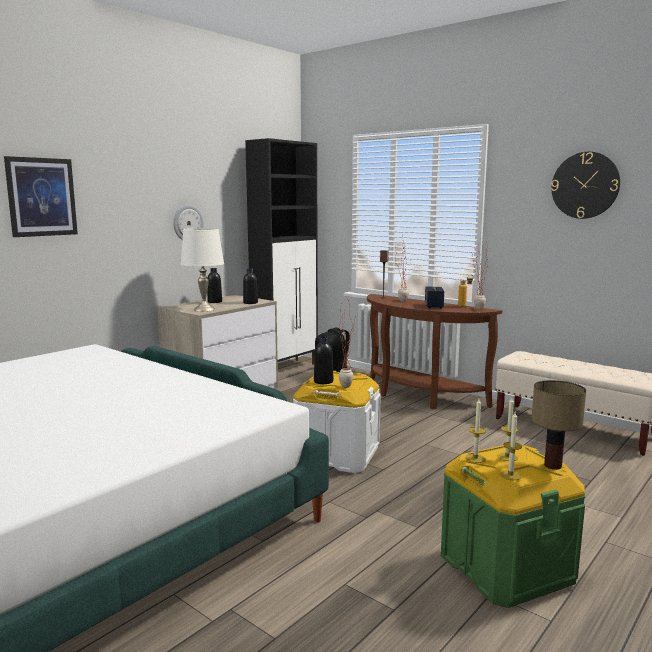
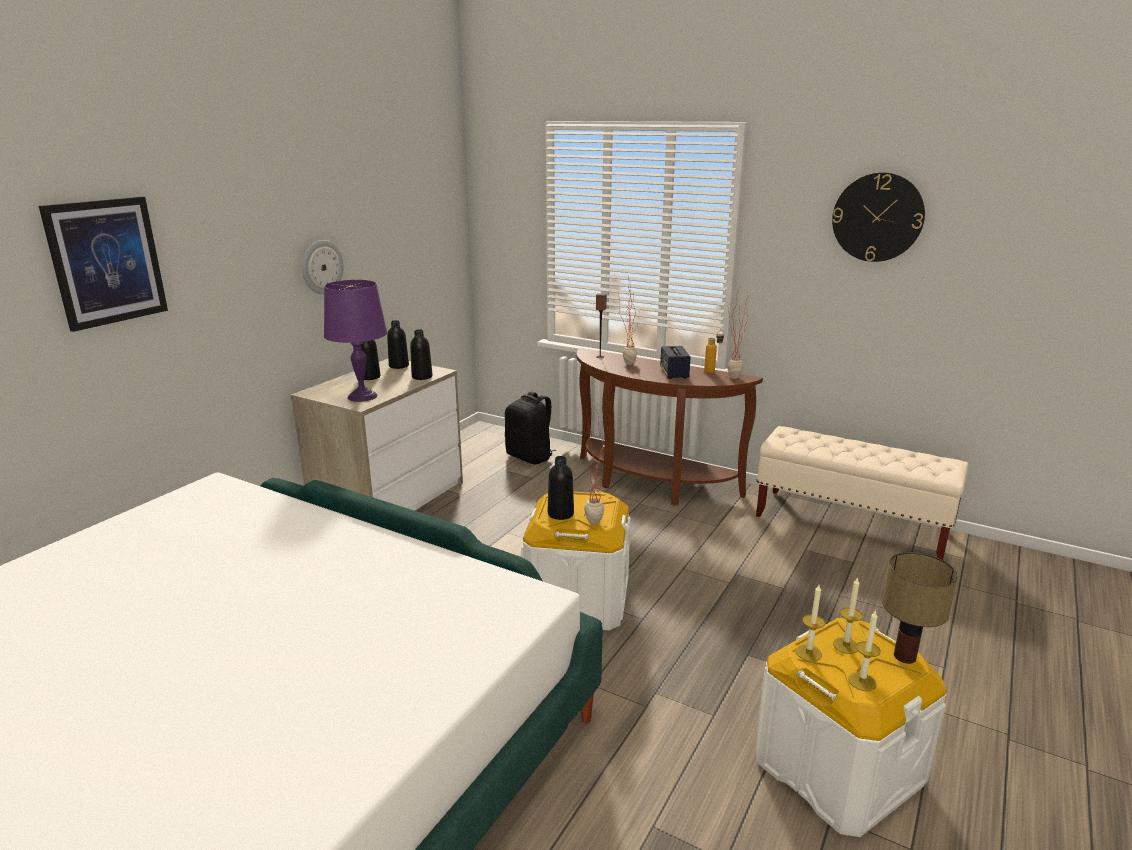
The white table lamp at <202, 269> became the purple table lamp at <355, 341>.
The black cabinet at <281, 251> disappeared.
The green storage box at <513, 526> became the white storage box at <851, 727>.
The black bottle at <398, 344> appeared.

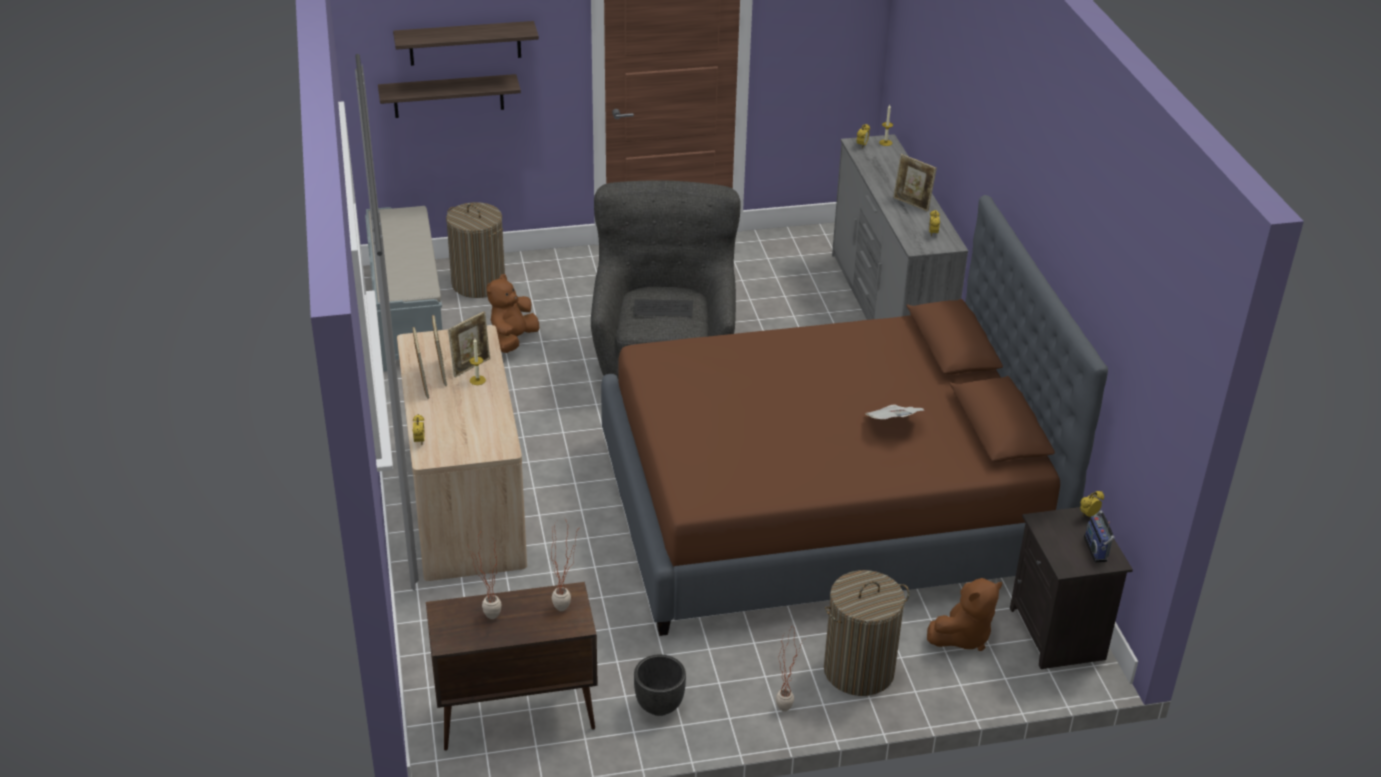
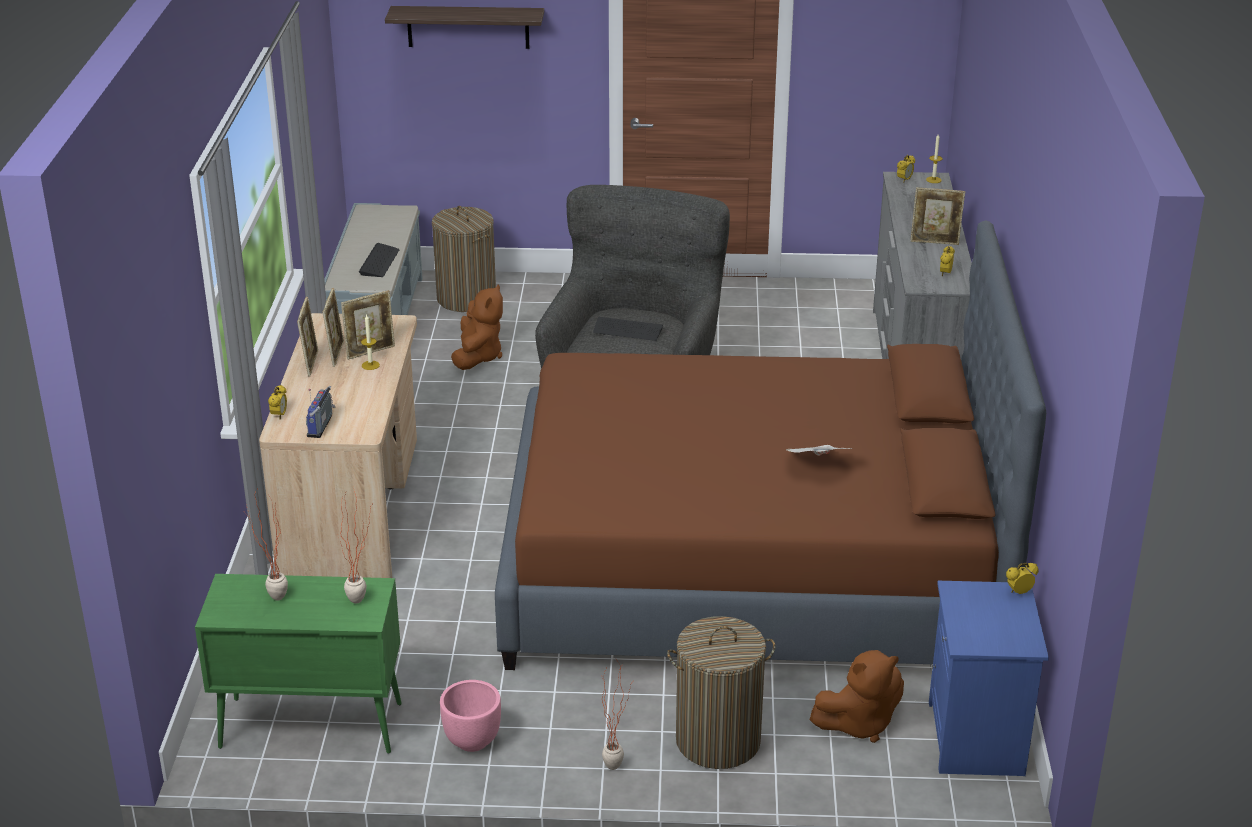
The shelf at <449, 96> disappeared.
The brown cabinet at <512, 666> became the green cabinet at <298, 664>.
The brown plush toy at <512, 313> turned 150 degrees clockwise.
The black planter at <660, 685> became the pink planter at <470, 716>.
The picture frame at <915, 183> turned 45 degrees counterclockwise.
The black nightstand at <1071, 588> became the blue nightstand at <989, 678>.
The radio moved from <1099, 536> to <321, 411>.
The keyboard at <379, 260> appeared.

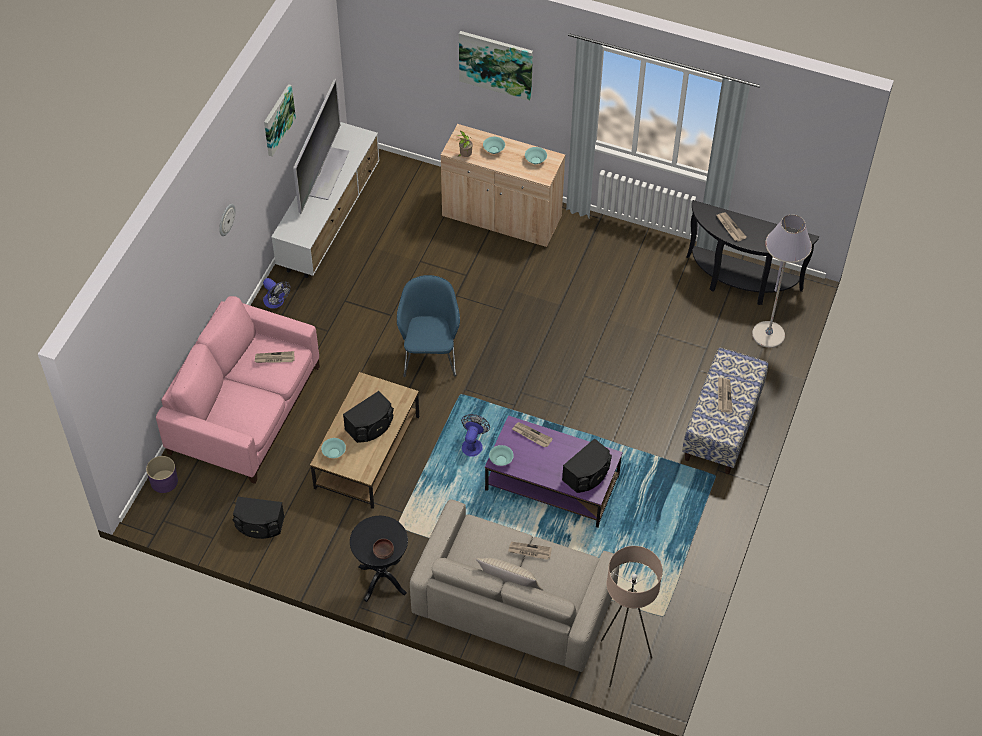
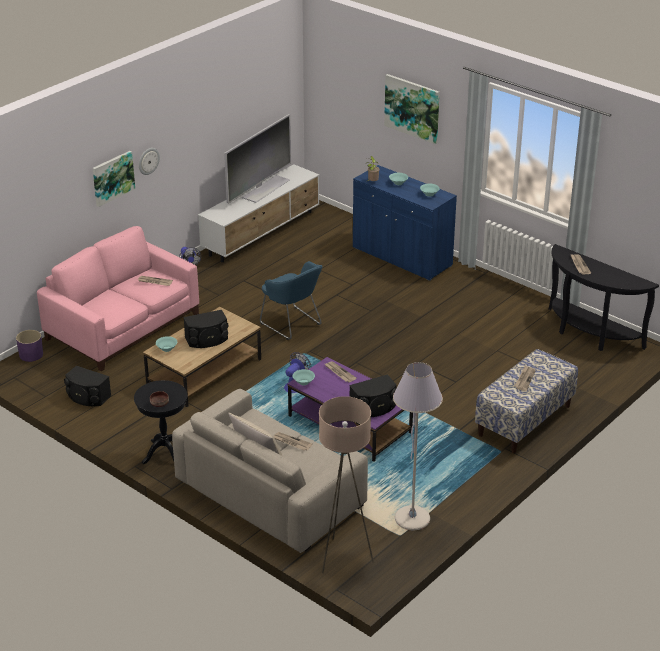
The picture moved from <280, 120> to <114, 179>.
The blue armchair at <428, 326> turned 120 degrees clockwise.
The beige cabinet at <503, 185> became the blue cabinet at <405, 223>.
The grey floor lamp moved from <782, 281> to <418, 446>.

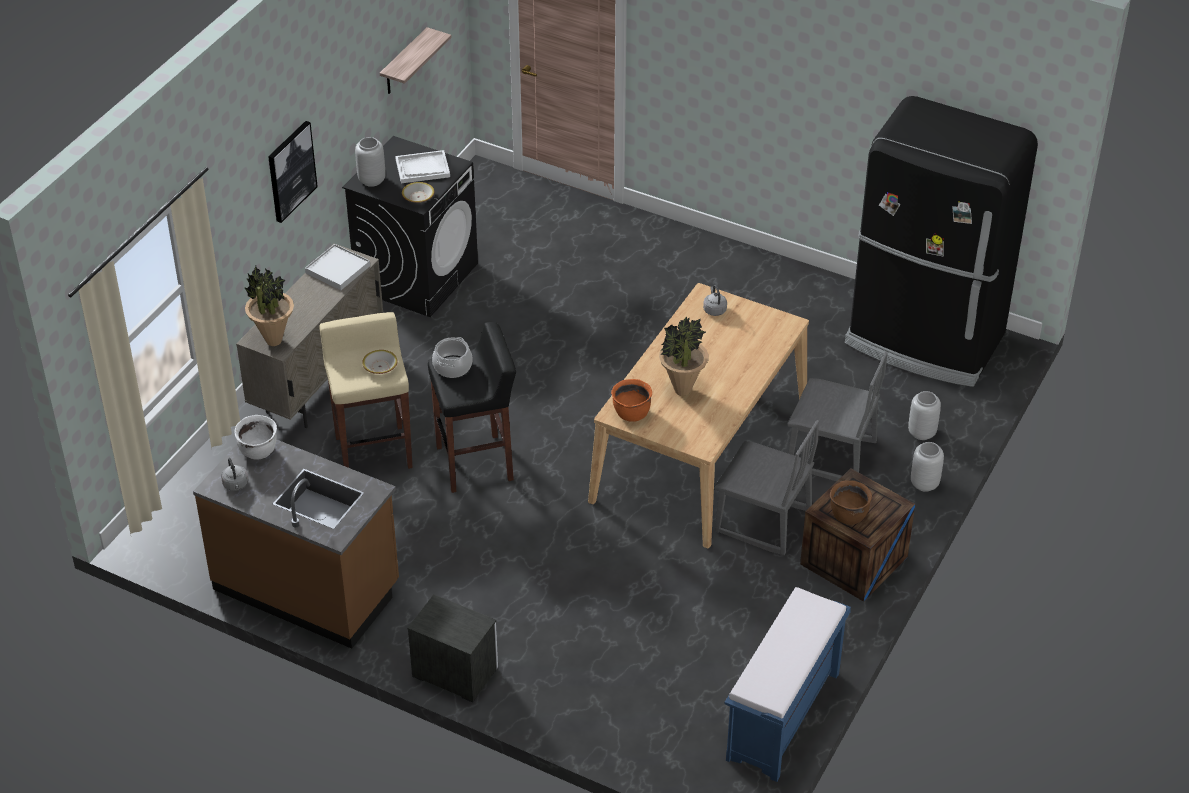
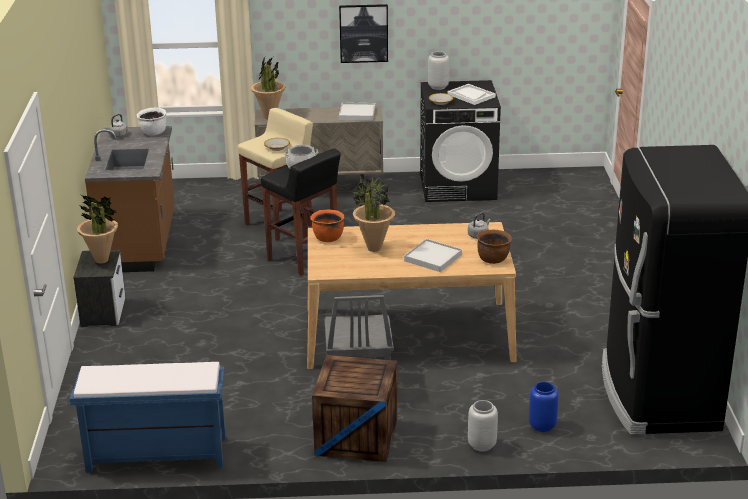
The shelf at <416, 60> disappeared.
The grey chair at <837, 416> disappeared.
The brown cooking pot moved from <851, 503> to <494, 247>.
The grey vase at <924, 415> became the blue vase at <544, 407>.
The potted plant at <97, 229> appeared.
The white tray at <433, 255> appeared.

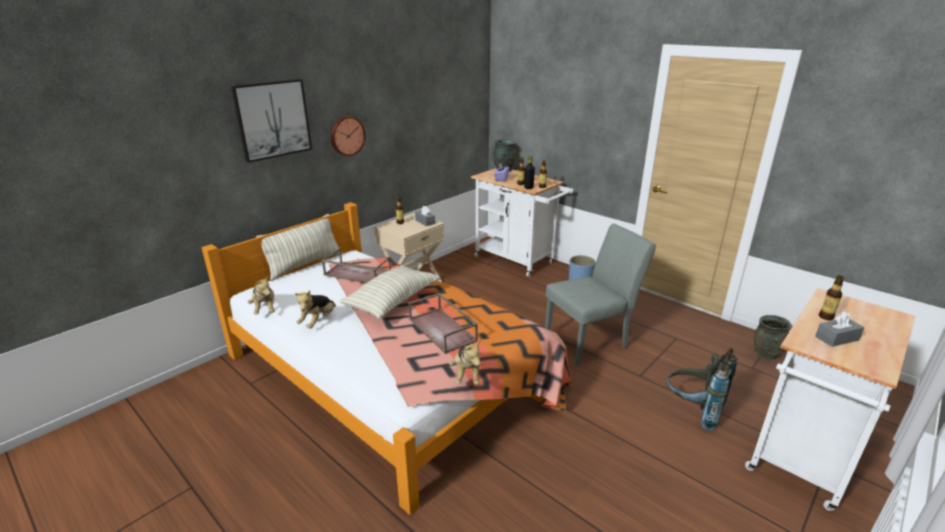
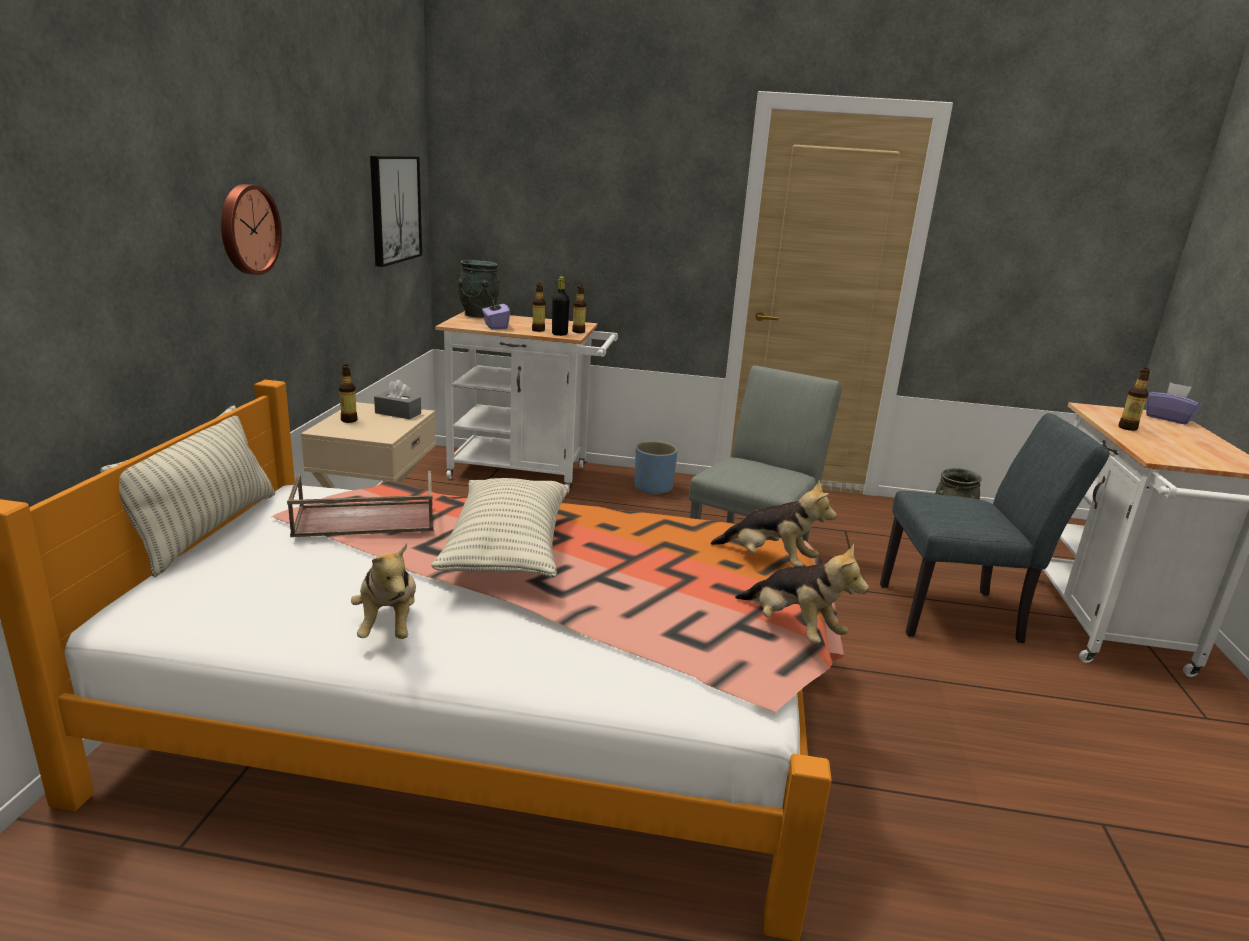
The picture moved from <271, 121> to <396, 211>.
The plush toy moved from <261, 295> to <773, 523>.
The brown tray at <443, 323> disappeared.
The grey backpack at <701, 389> was replaced by the grey chair at <995, 528>.
The grey tissue box at <839, 329> disappeared.
The purple tissue box at <1174, 403> appeared.

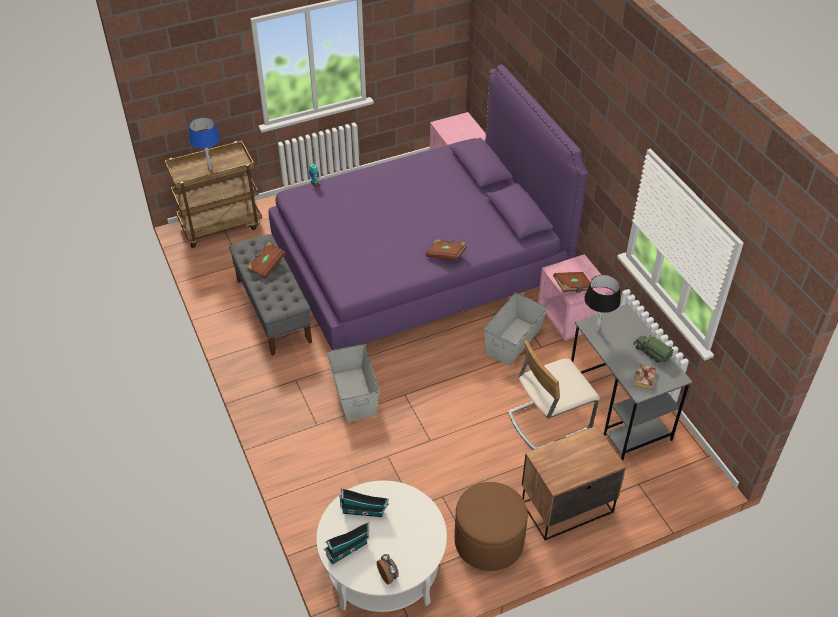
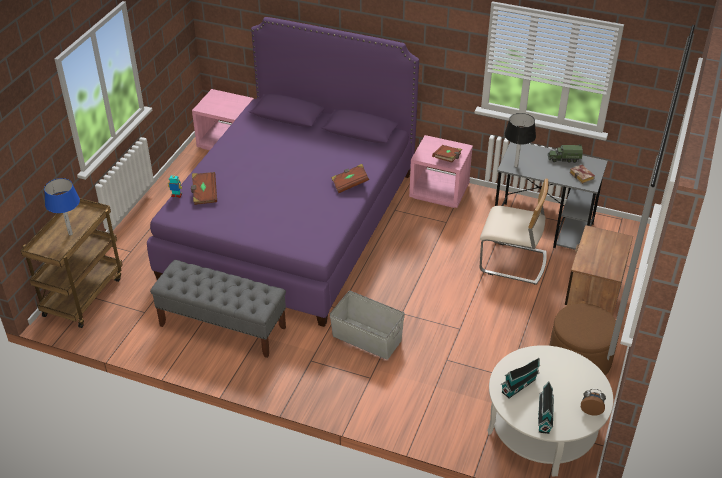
The brown book moved from <266, 260> to <204, 188>.
The grey storage box at <515, 329> disappeared.
The beige chair at <554, 395> turned 90 degrees counterclockwise.

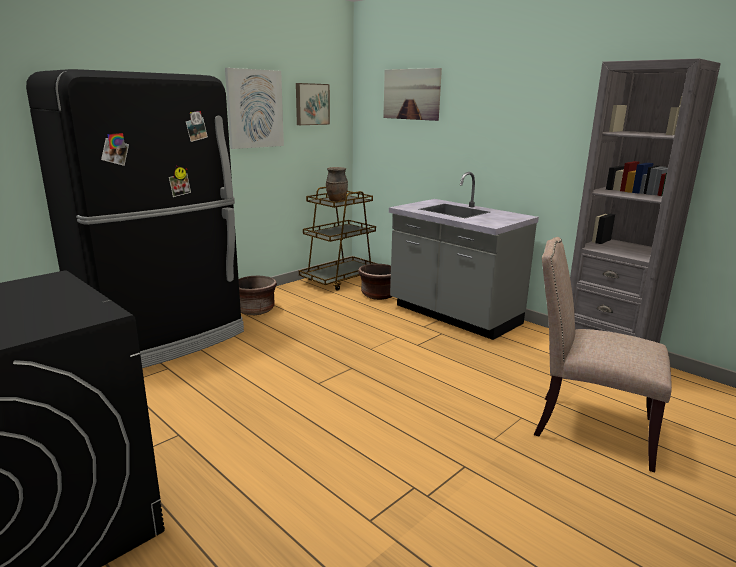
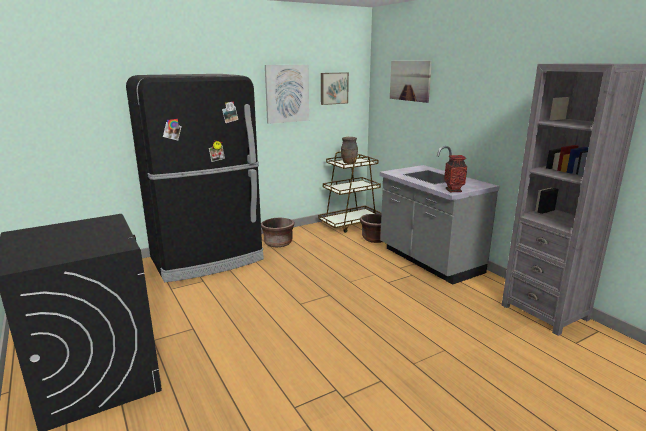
The beige chair at <603, 354> disappeared.
The vase at <455, 173> appeared.

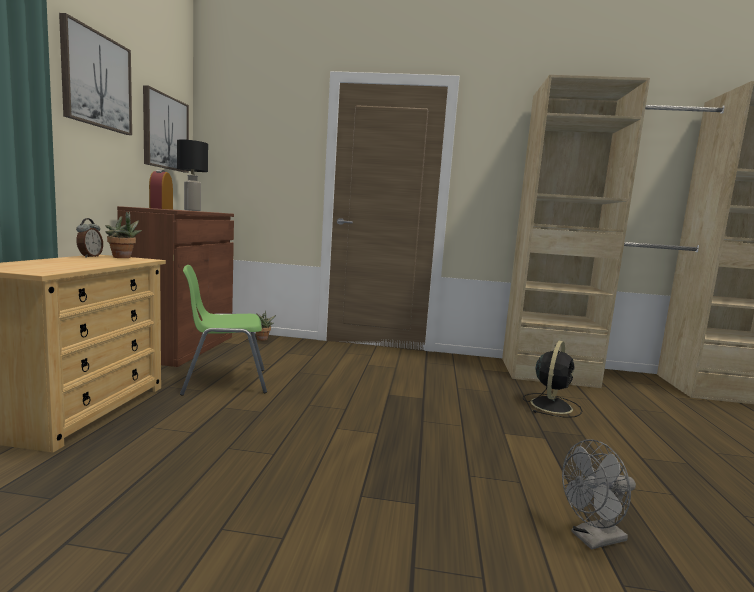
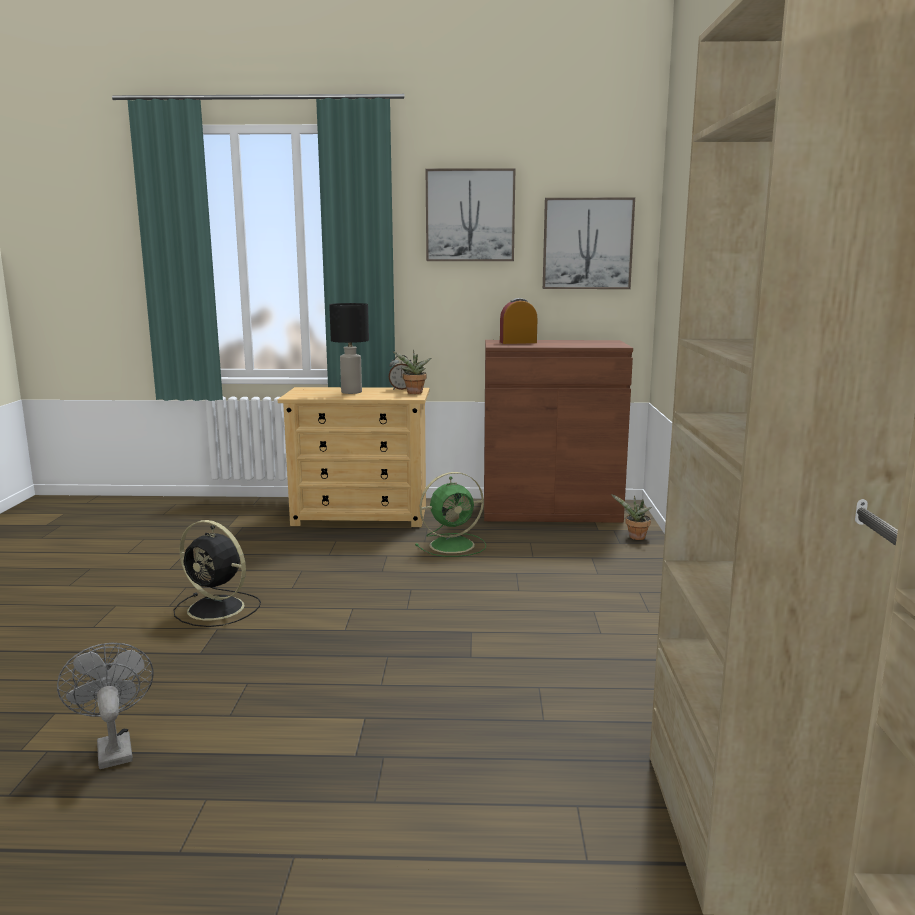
The black table lamp moved from <192, 175> to <349, 348>.
The green chair at <223, 330> was replaced by the green fan at <450, 514>.
The black fan moved from <552, 379> to <217, 573>.

